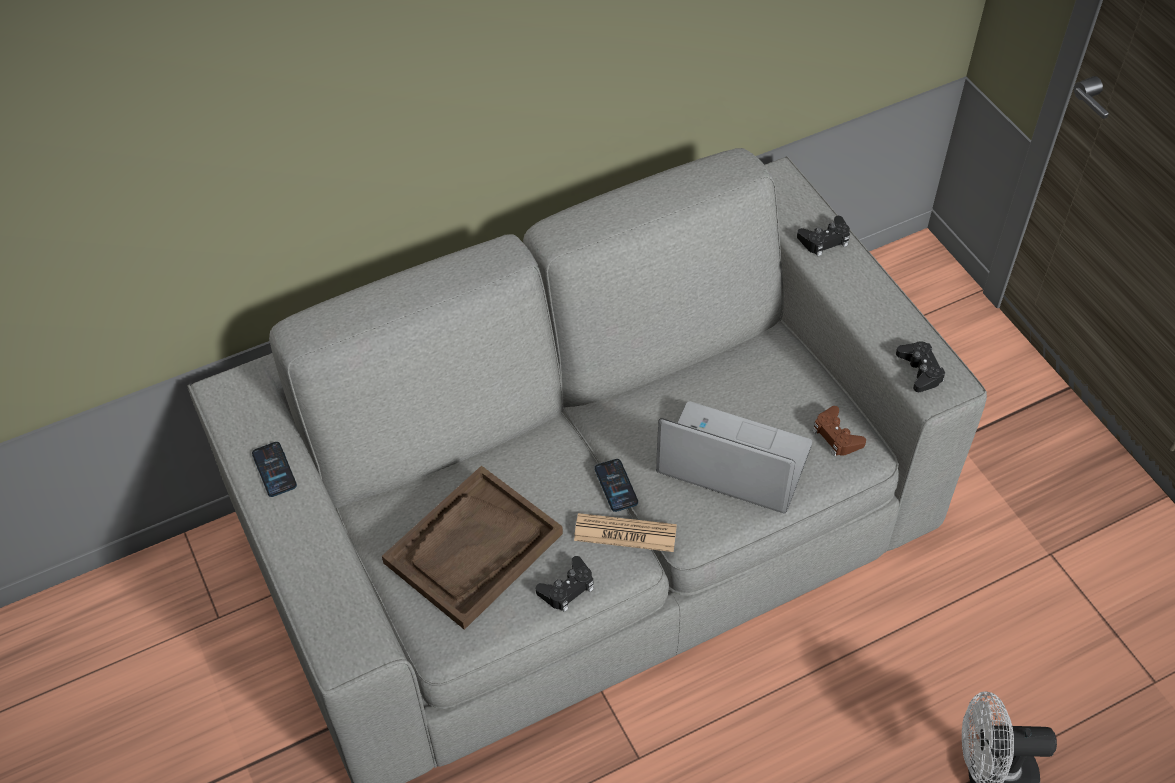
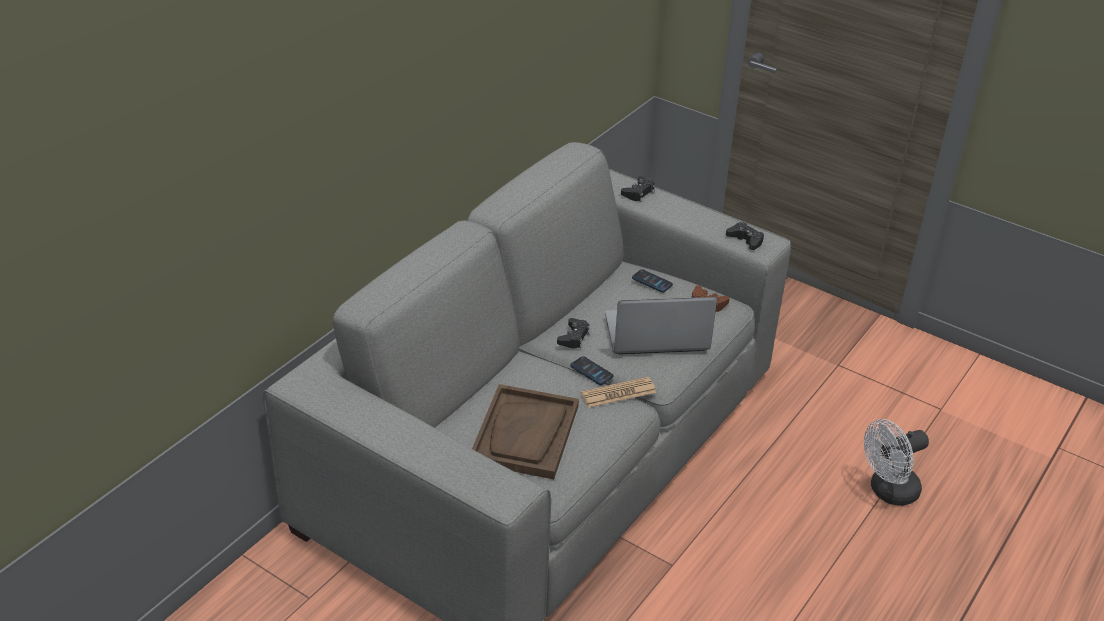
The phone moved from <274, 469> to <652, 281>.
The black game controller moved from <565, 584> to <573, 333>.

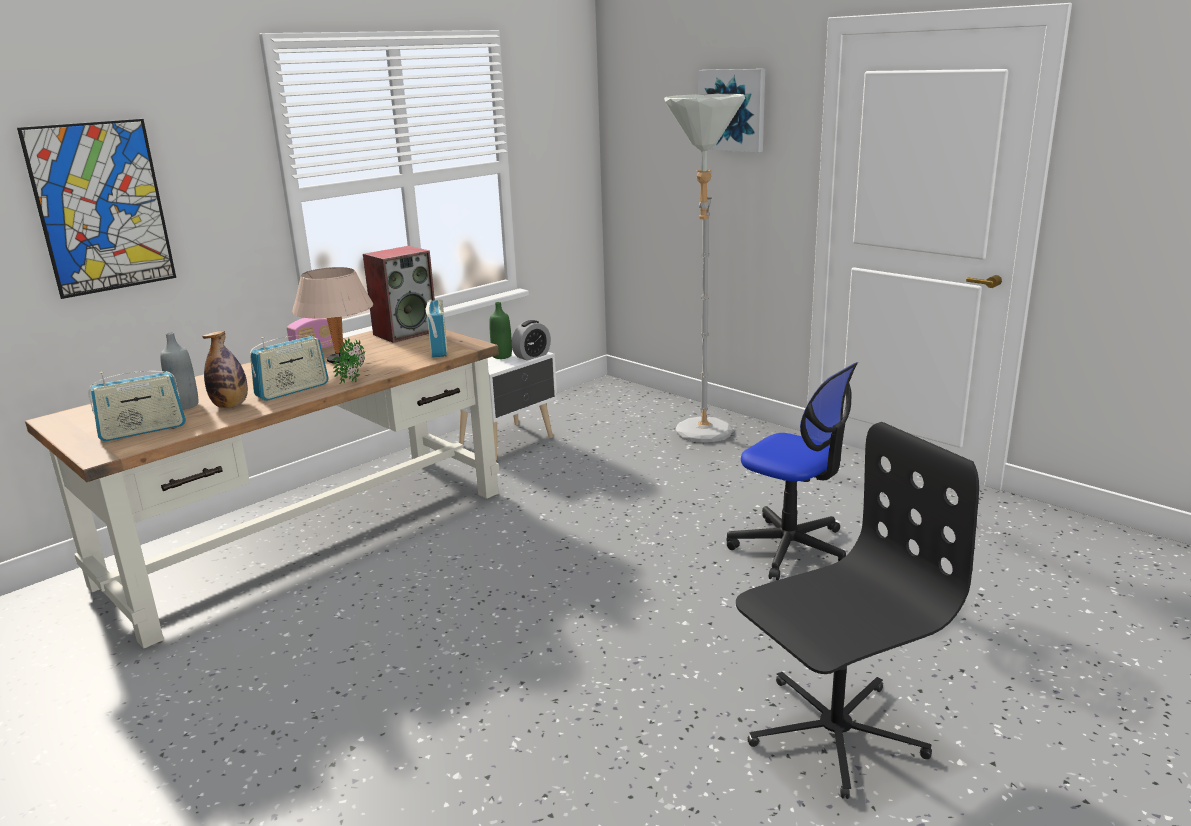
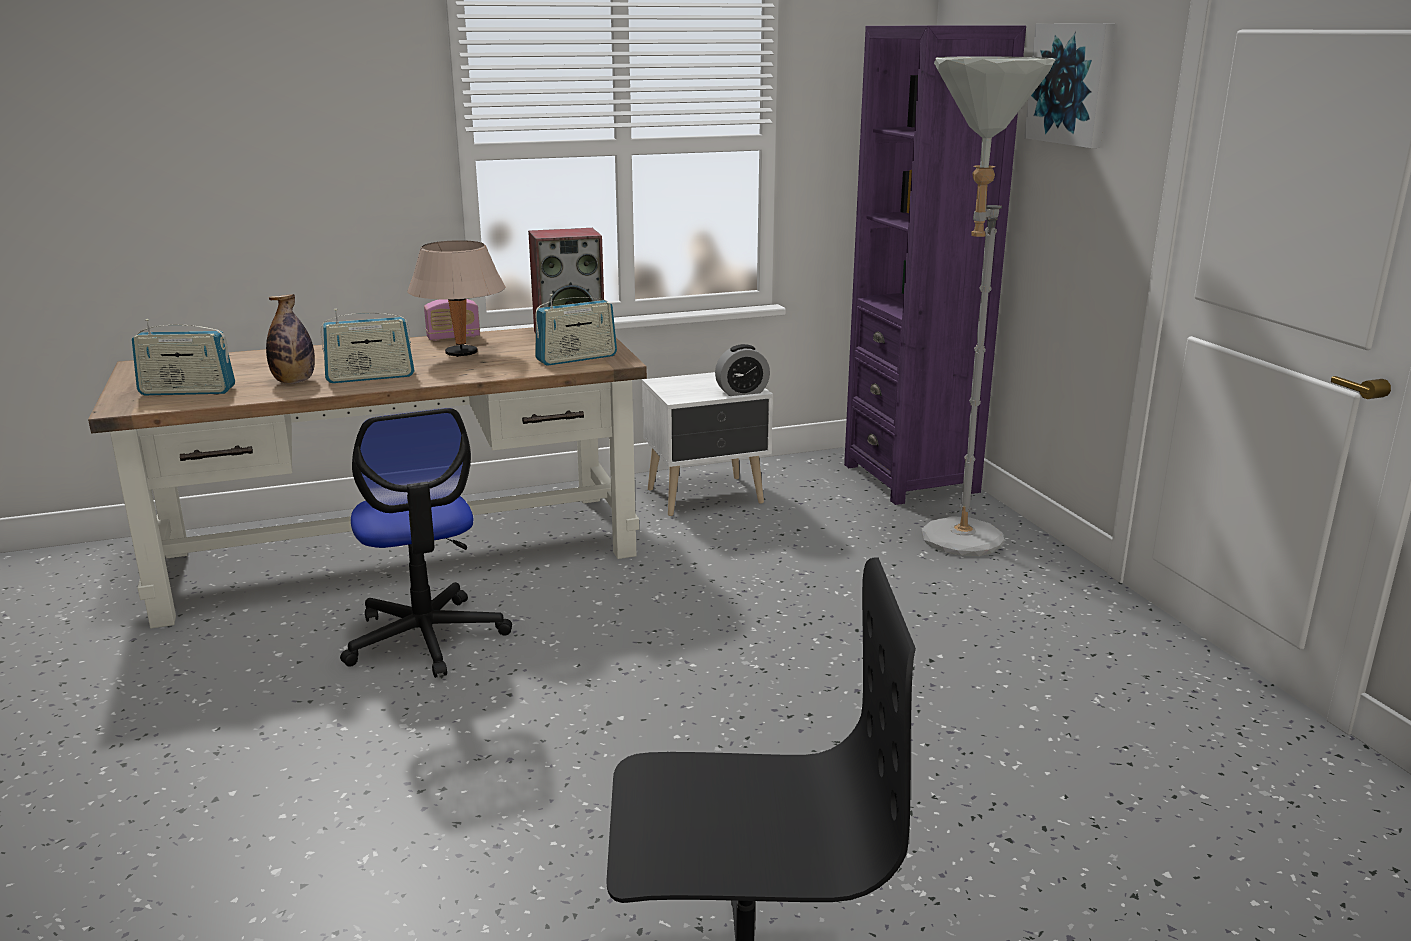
The picture at <96, 209> disappeared.
The grey bottle at <179, 371> disappeared.
The potted plant at <348, 360> disappeared.
The radio at <436, 328> turned 45 degrees clockwise.
The green bottle at <500, 330> disappeared.
The office chair moved from <792, 471> to <426, 543>.
The purple bookcase at <935, 265> appeared.

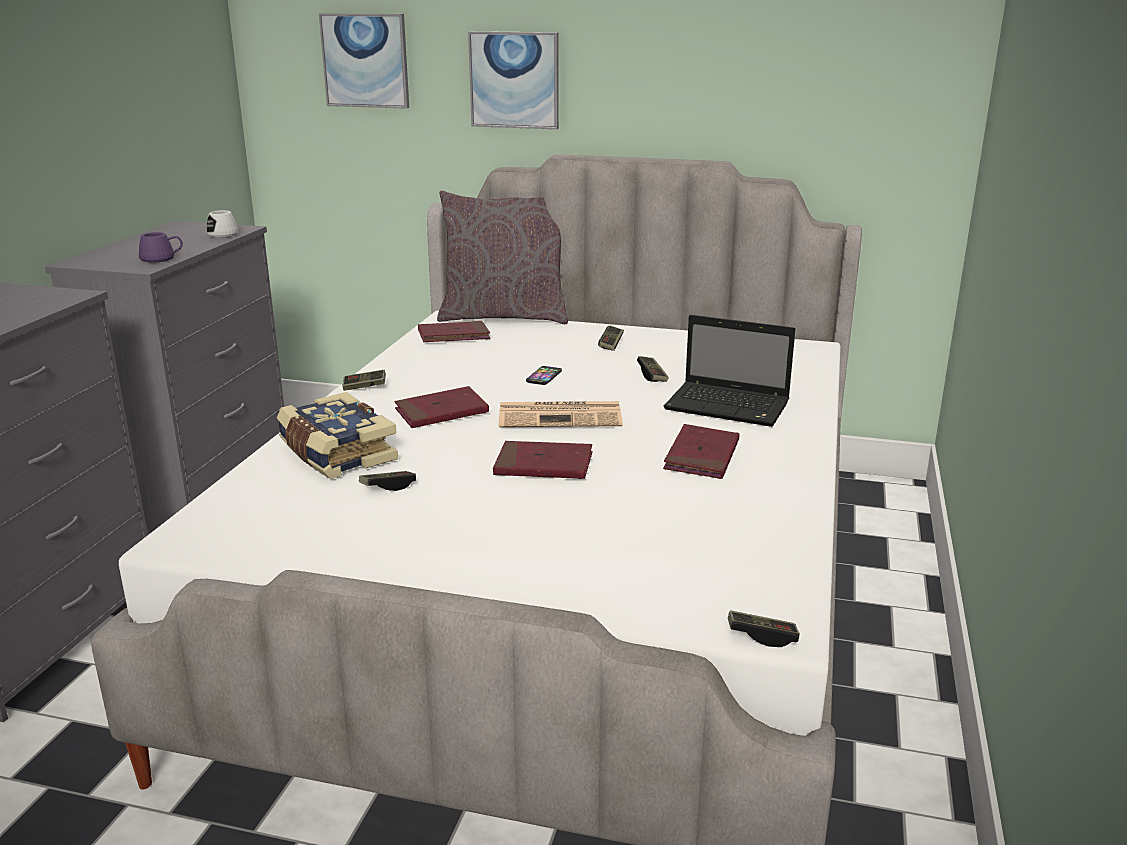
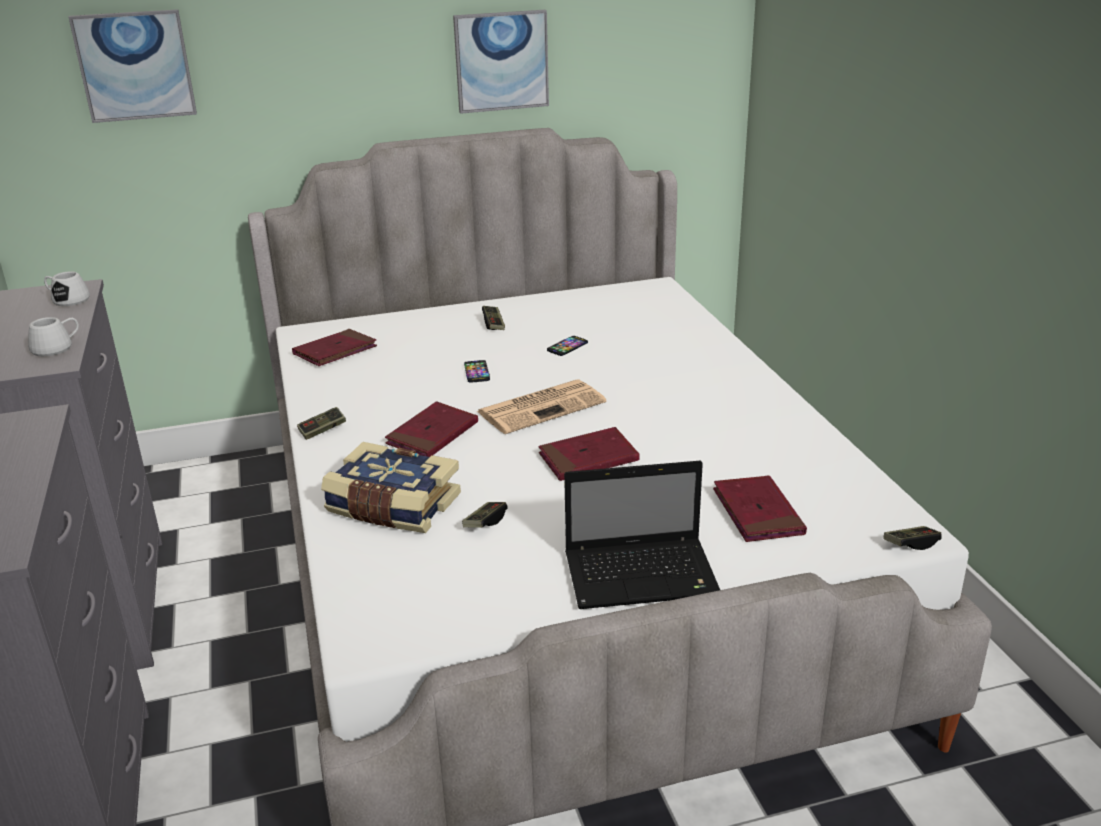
The purple mug at <161, 247> became the white mug at <53, 336>.
The grey pillow at <502, 257> disappeared.
The picture moved from <513, 80> to <501, 62>.
The game controller at <653, 369> was replaced by the phone at <567, 346>.
The red book moved from <701, 451> to <760, 508>.
The laptop moved from <729, 371> to <642, 535>.

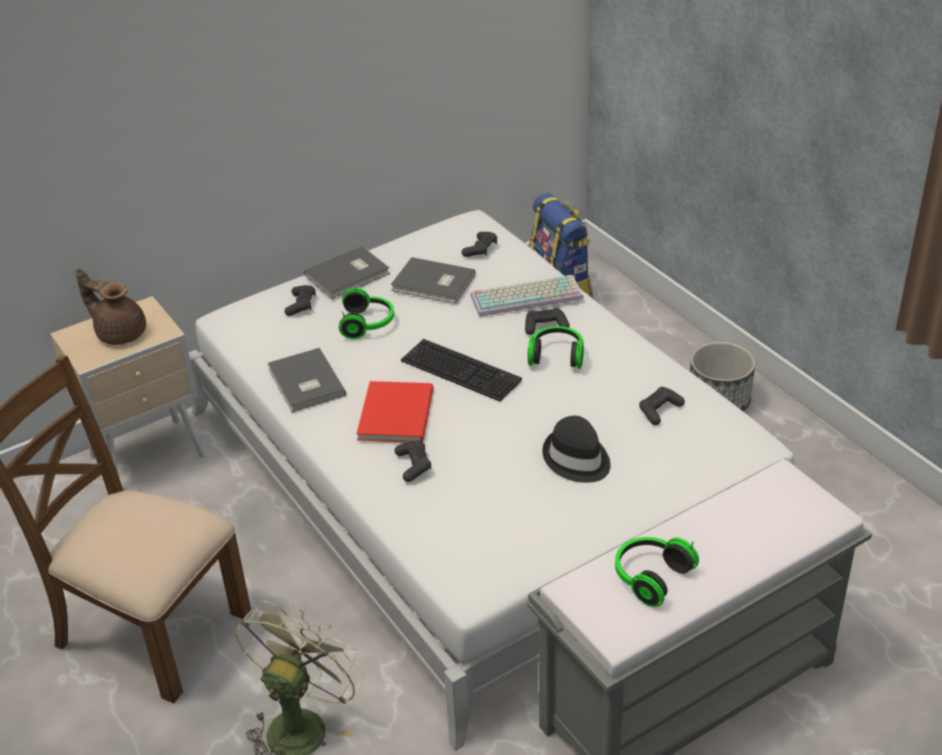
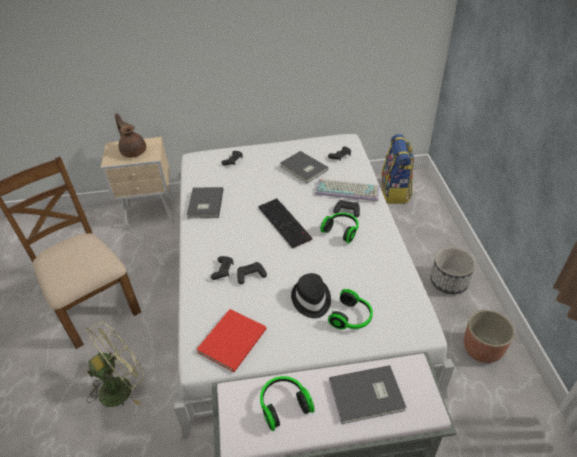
The grey book moved from <347, 272> to <368, 394>.
The headphones moved from <366, 313> to <350, 309>.
The red book moved from <395, 411> to <231, 340>.
The black game controller moved from <662, 406> to <252, 273>.
The planter at <489, 336> appeared.

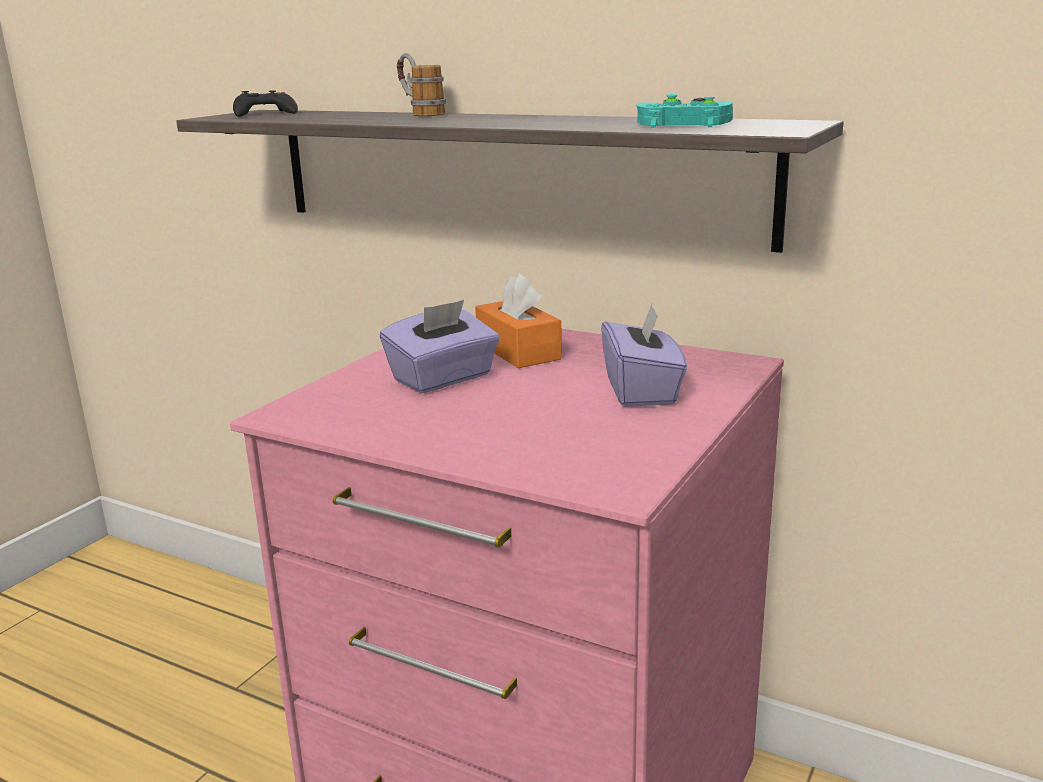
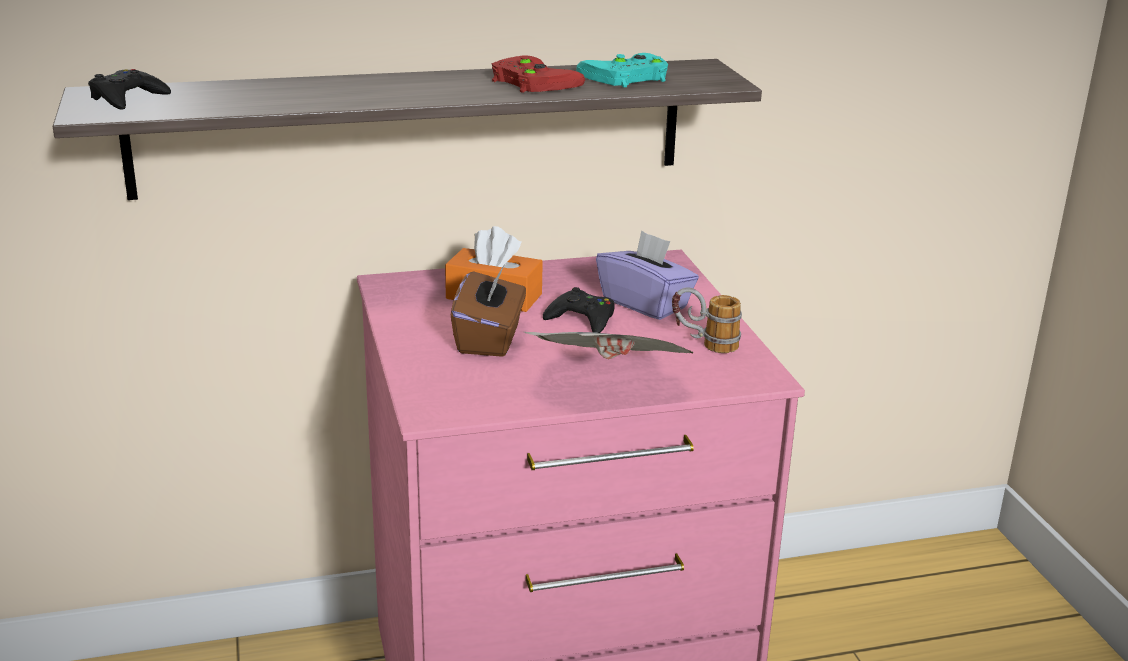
The purple tissue box at <440, 346> became the brown tissue box at <488, 310>.
The mug moved from <421, 84> to <707, 320>.
The red game controller at <538, 74> appeared.
The newspaper at <608, 345> appeared.
The black game controller at <578, 310> appeared.

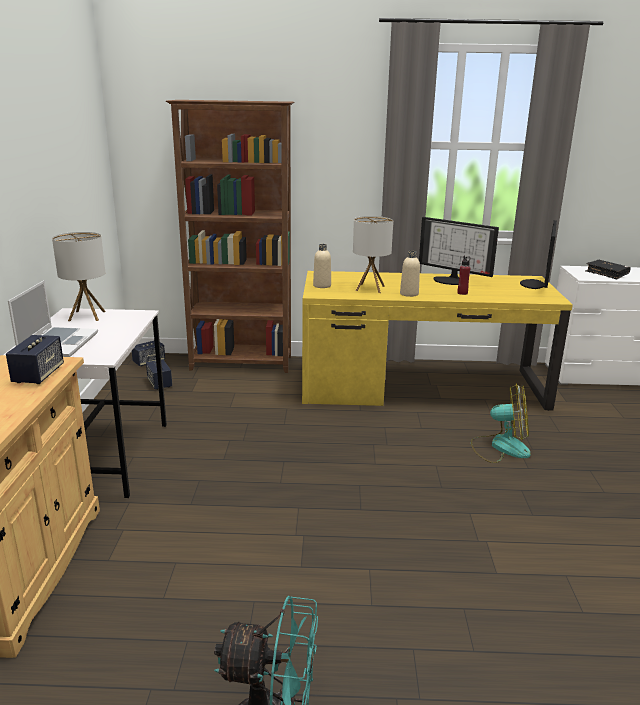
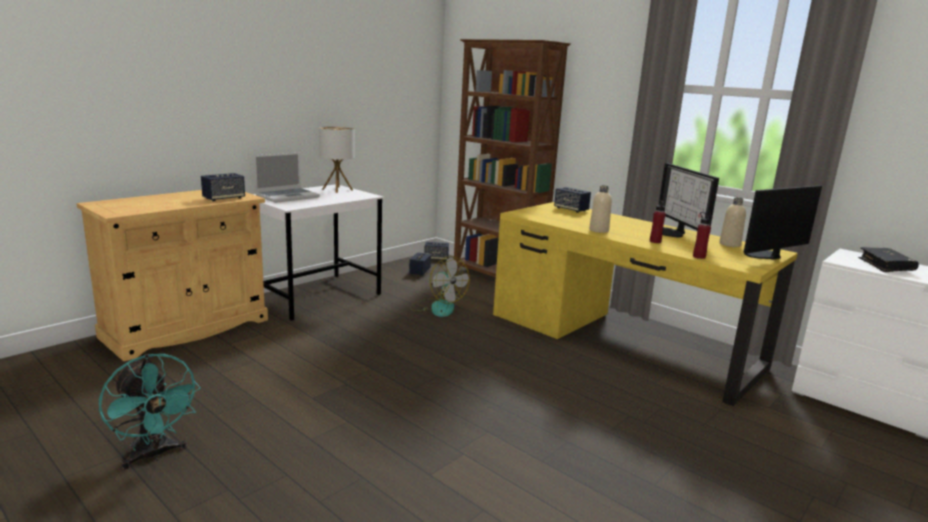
The beige bottle moved from <322, 266> to <732, 222>.
The table lamp at <373, 254> disappeared.
The fan moved from <501, 423> to <440, 286>.
The speaker at <572, 200> appeared.
The red bottle at <702, 235> appeared.

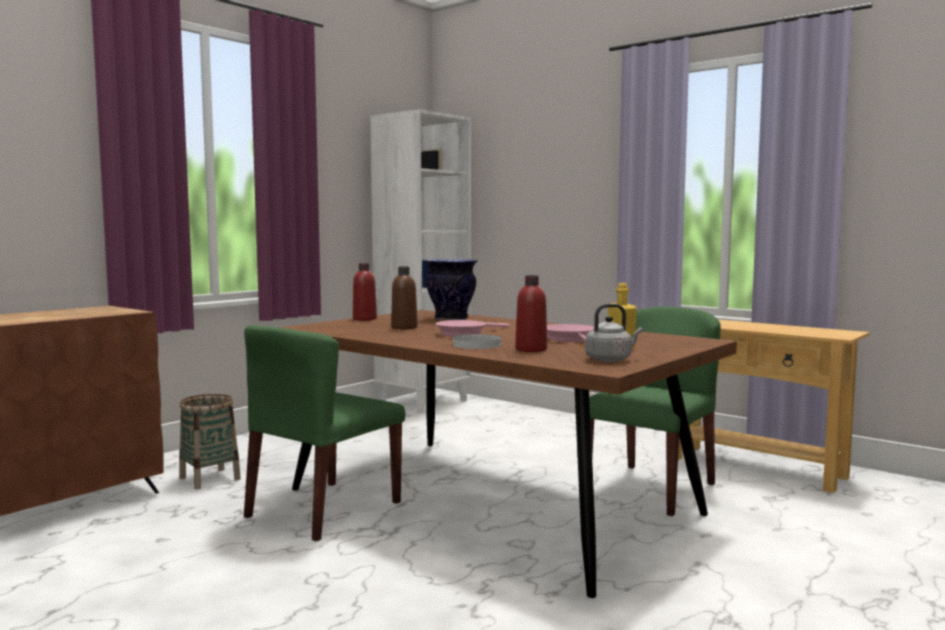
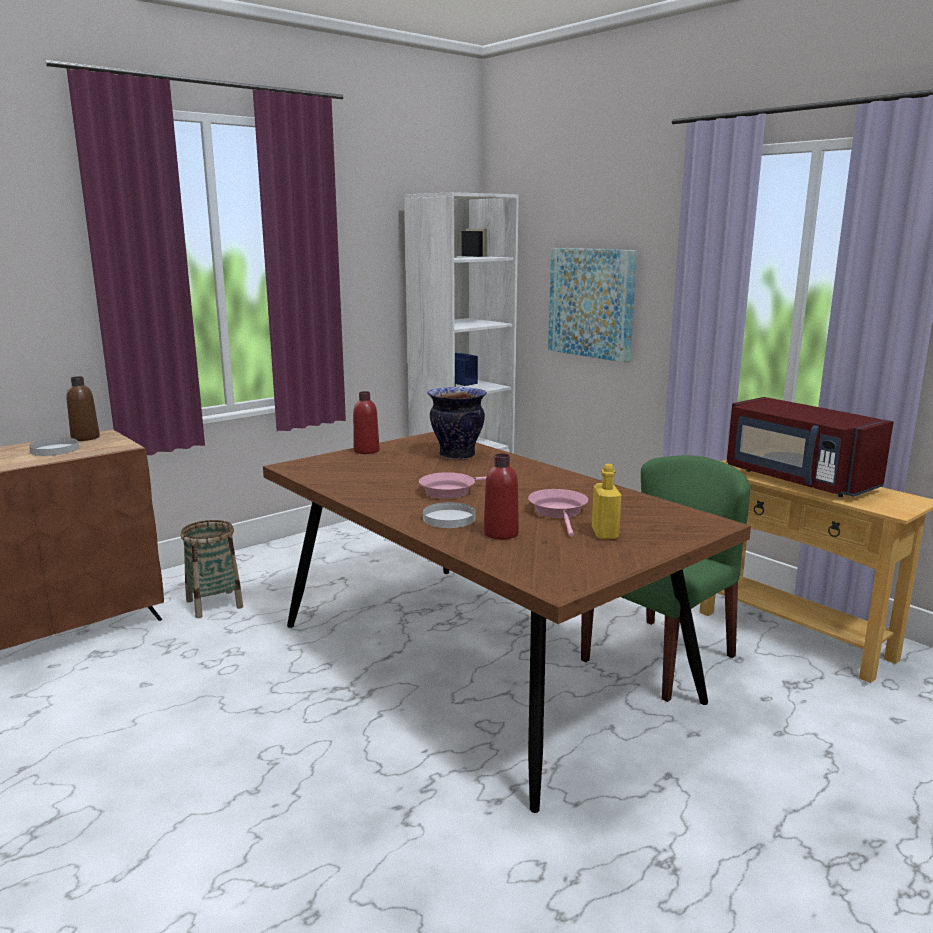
The green chair at <324, 433> disappeared.
The brown bottle moved from <404, 298> to <83, 408>.
The grey kettle at <613, 333> disappeared.
The white plate at <54, 447> appeared.
The picture at <592, 305> appeared.
The red microwave at <810, 447> appeared.

